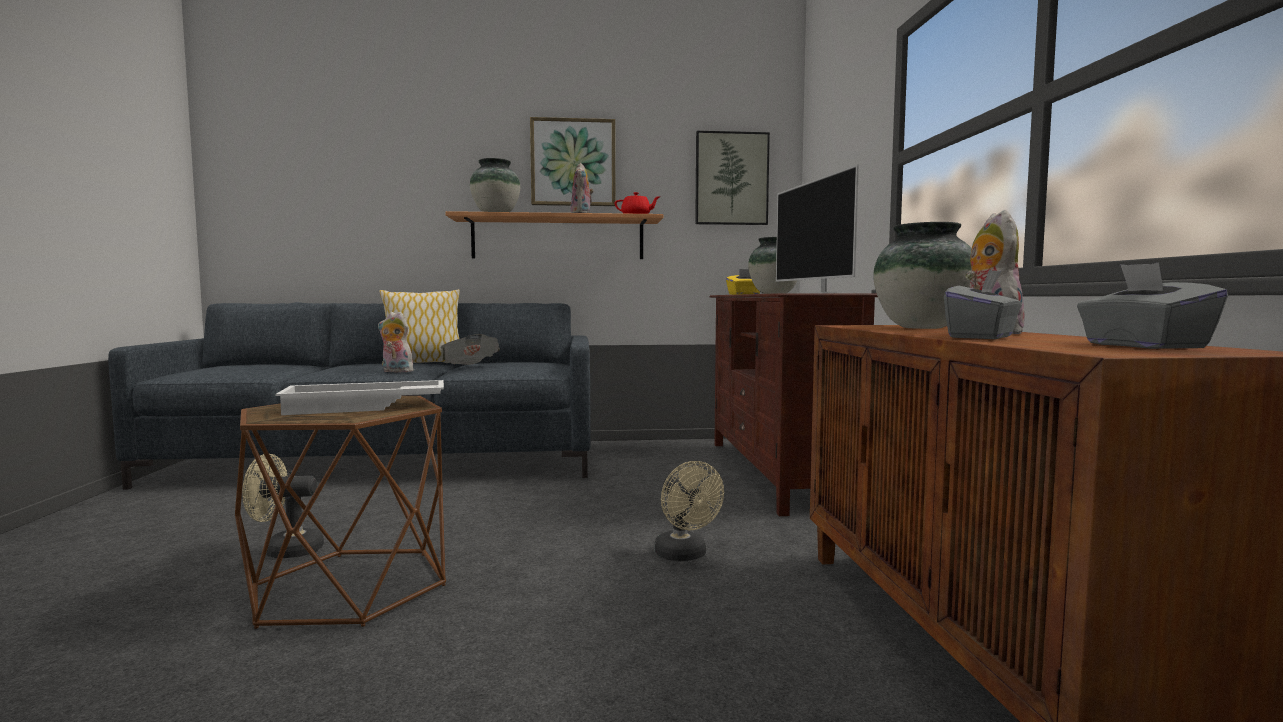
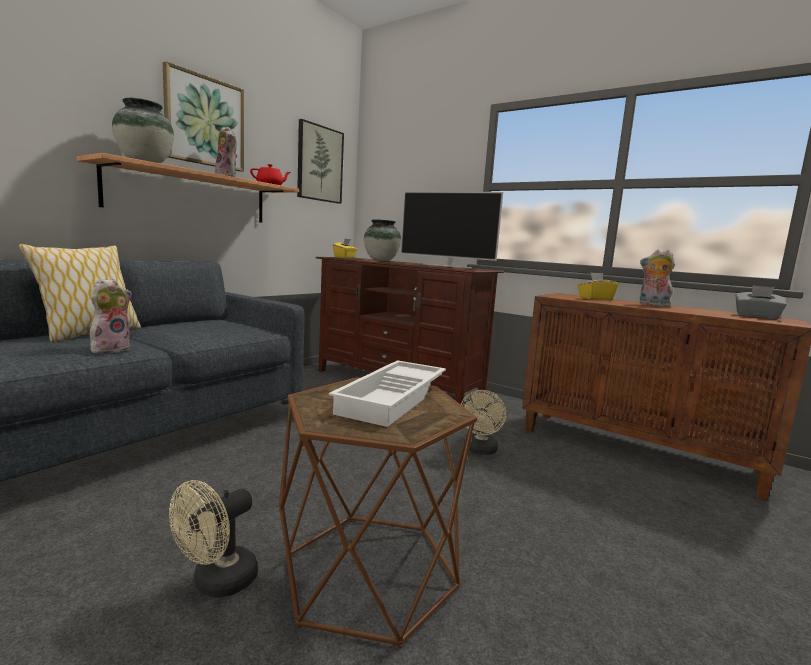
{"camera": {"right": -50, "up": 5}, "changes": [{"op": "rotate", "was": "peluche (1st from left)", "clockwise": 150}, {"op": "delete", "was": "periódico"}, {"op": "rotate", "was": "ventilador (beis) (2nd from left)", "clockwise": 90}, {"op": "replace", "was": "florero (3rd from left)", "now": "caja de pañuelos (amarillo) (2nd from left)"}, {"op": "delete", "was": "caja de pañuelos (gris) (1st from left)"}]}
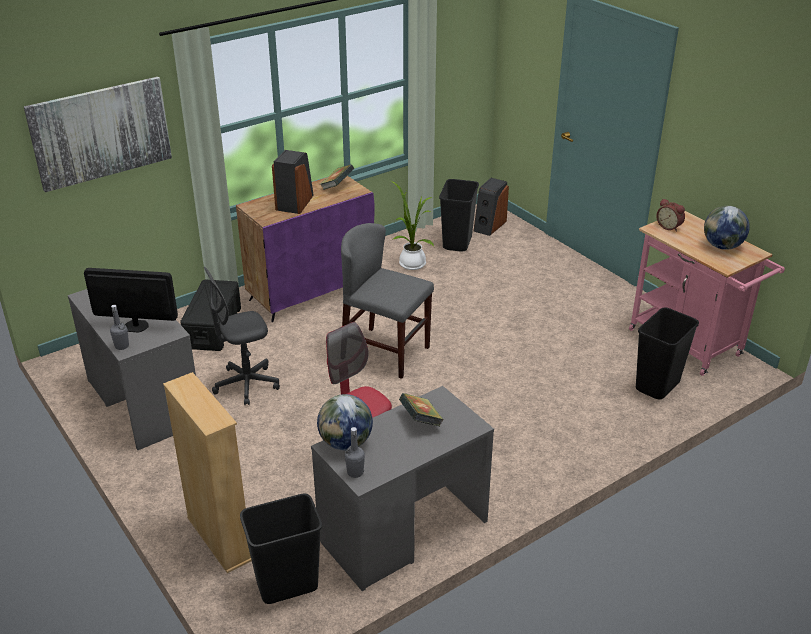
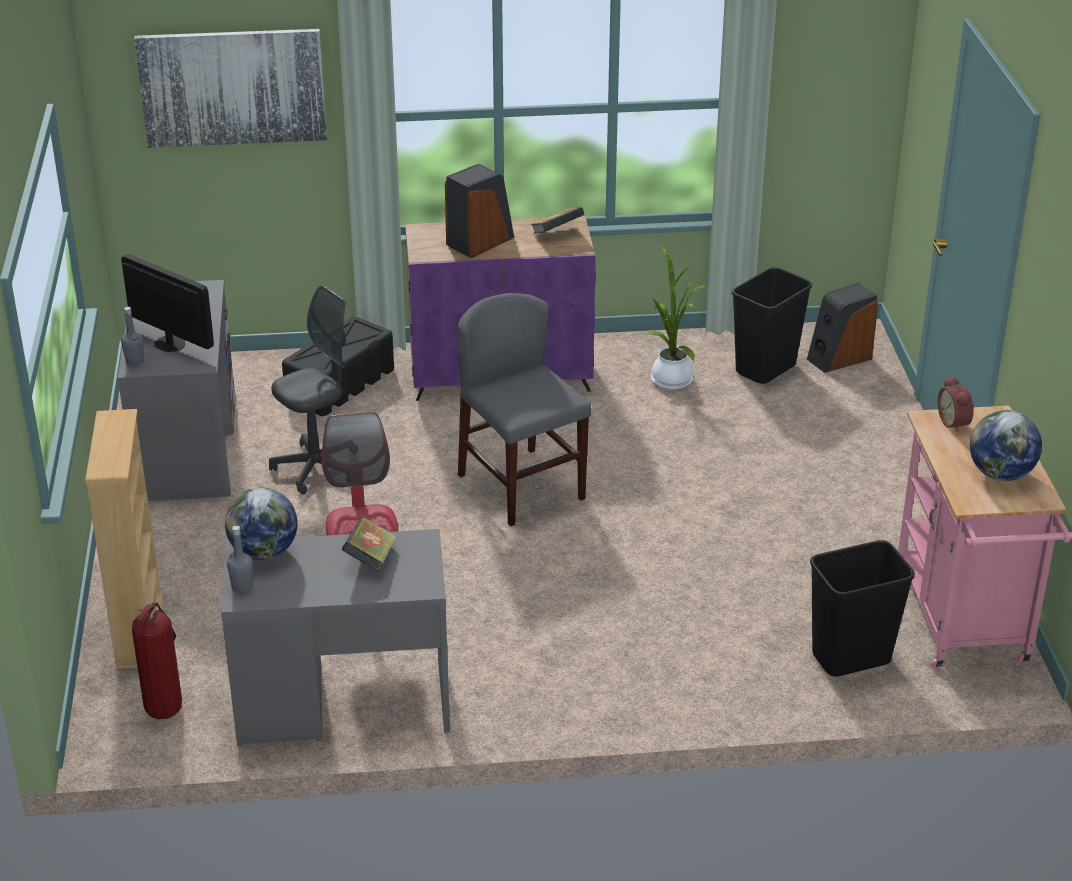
{"camera": {"right": 30, "up": 0}, "changes": [{"op": "rotate", "was": "silla de oficina (gris)", "clockwise": 135}, {"op": "replace", "was": "papelera (negro) (1st from left)", "now": "extintor"}]}
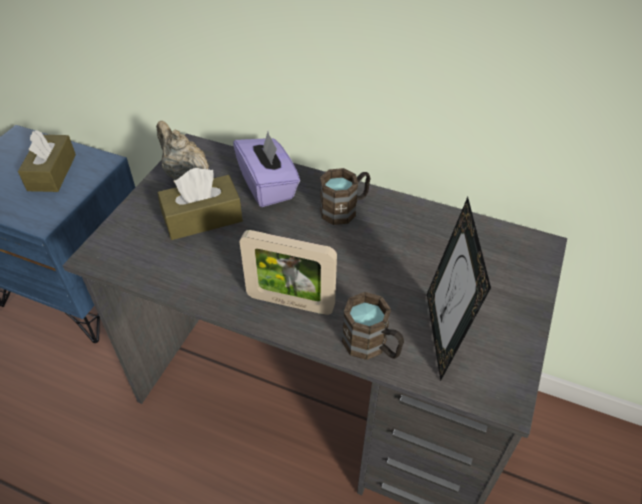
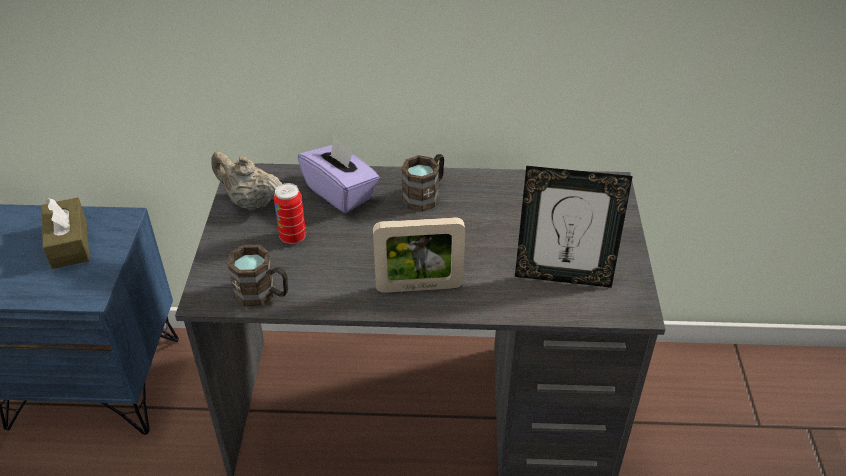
{"camera": {"right": -20, "up": -5}, "changes": [{"op": "replace", "was": "caja de pañuelos (marrón) (2nd from left)", "now": "lata"}, {"op": "move", "was": "taza grande (marrón) (2nd from left in the first image)", "now": "taza grande (marrón) (1st from left)"}, {"op": "rotate", "was": "portarretratos (2nd from left)", "clockwise": -60}]}
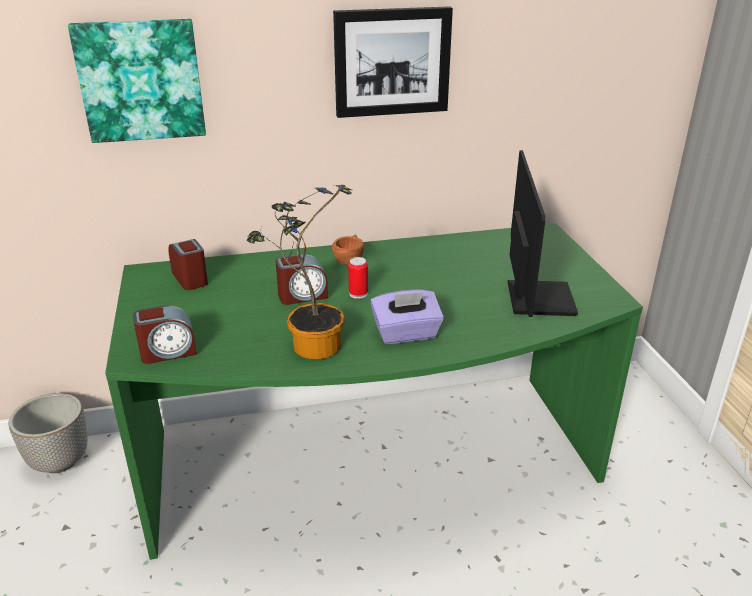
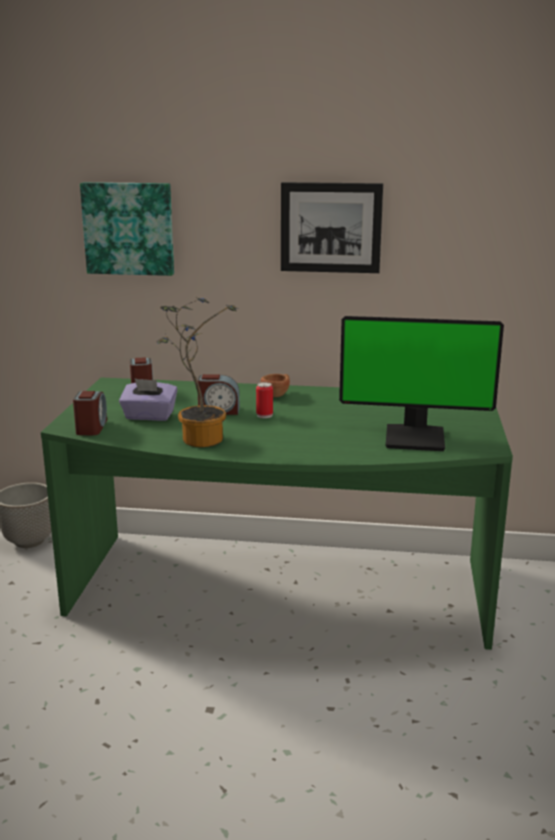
{"camera": {"right": 20, "up": -10}, "changes": [{"op": "rotate", "was": "despertador (1st from left)", "clockwise": -90}, {"op": "move", "was": "caja de pañuelos (morado)"}, {"op": "rotate", "was": "monitor", "clockwise": 75}]}
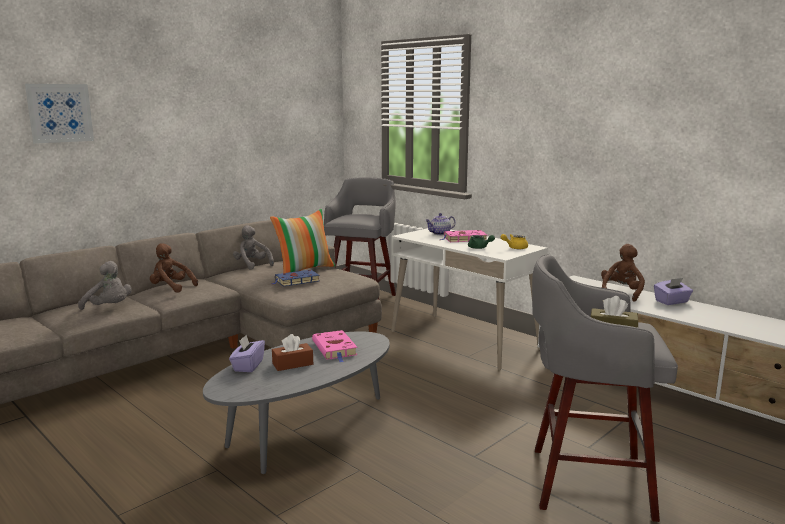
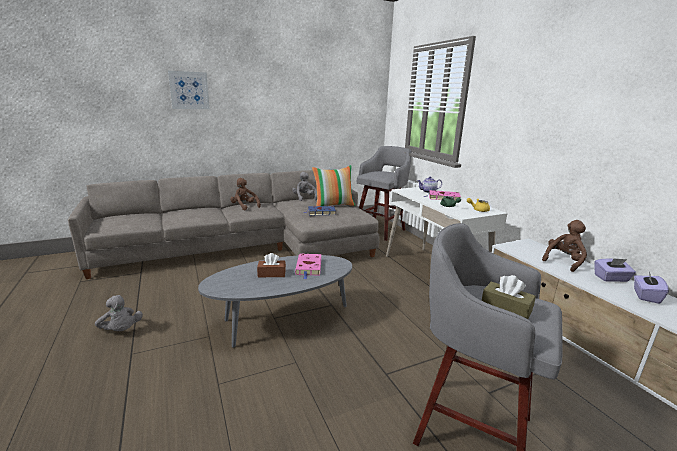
{"camera": {"right": 20, "up": 5}, "changes": [{"op": "move", "was": "peluche (gris) (1st from left)"}, {"op": "move", "was": "caja de pañuelos (morado) (1st from left in the first image)", "now": "caja de pañuelos (morado) (2nd from left)"}]}
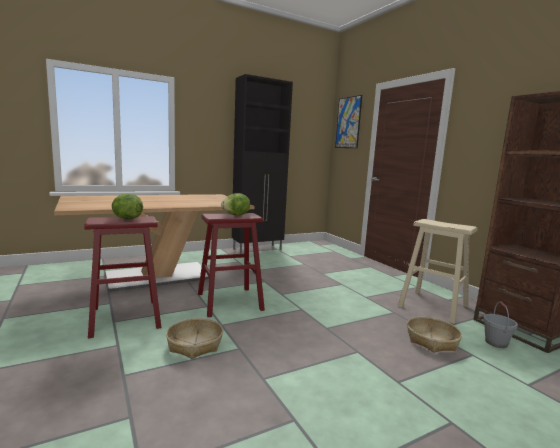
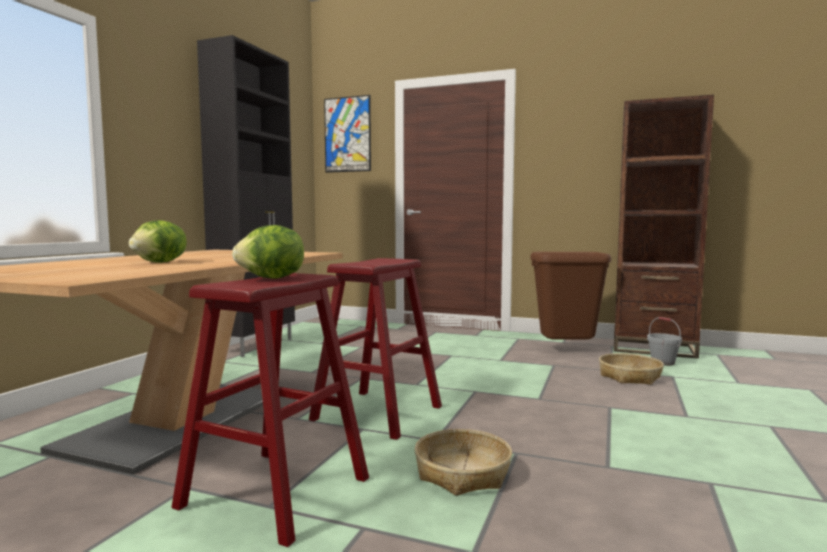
{"camera": {"right": -40, "up": -5}, "changes": [{"op": "move", "was": "lechuga (2nd from left in the first image)", "now": "lechuga (1st from left)"}, {"op": "replace", "was": "taburete (beis)", "now": "papelera (marrón)"}]}
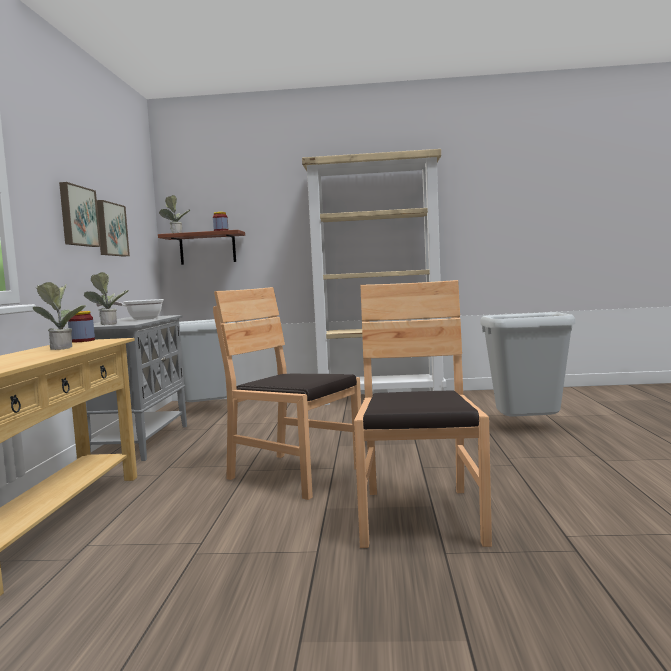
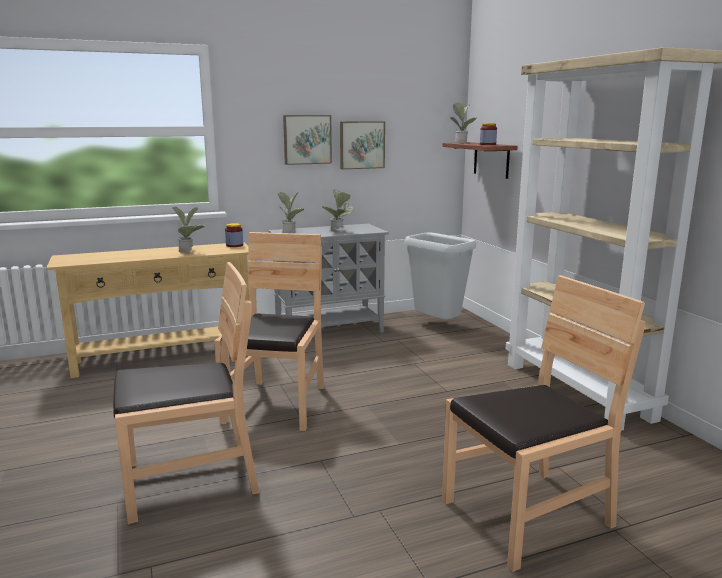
{"camera": {"right": 65, "up": 10}, "changes": [{"op": "replace", "was": "sartén", "now": "planta en maceta (3rd from left)"}, {"op": "replace", "was": "papelera (gris) (2nd from left)", "now": "silla (marrón) (3rd from left)"}]}
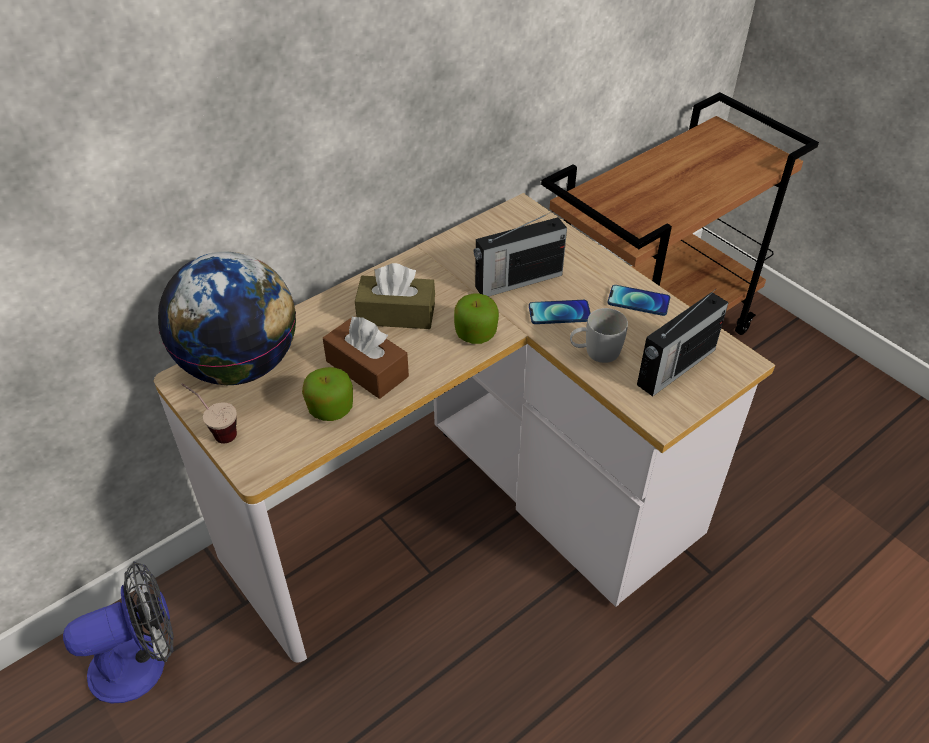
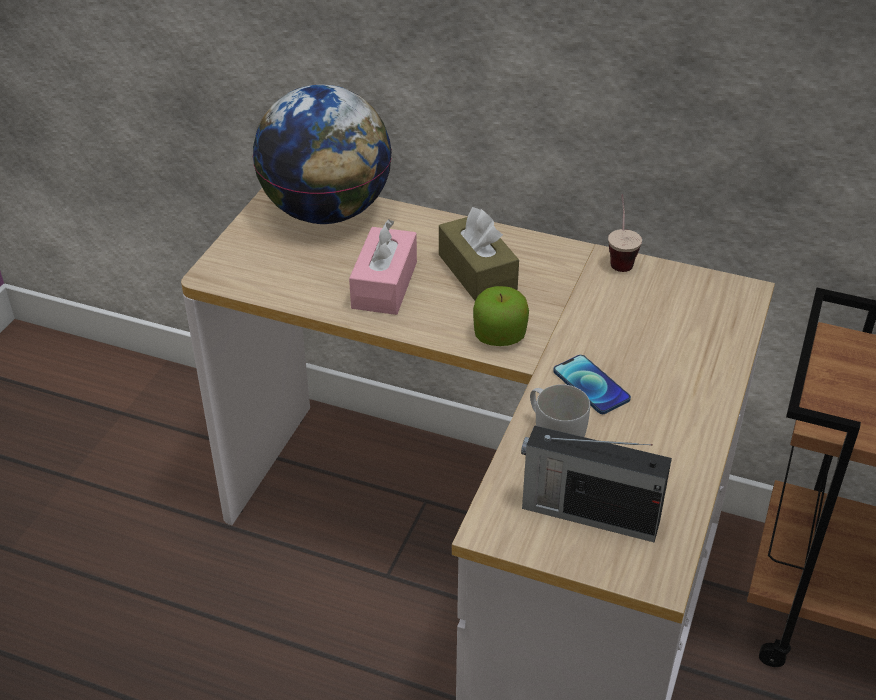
{"camera": {"right": 60, "up": -5}, "changes": [{"op": "delete", "was": "ventilador"}, {"op": "move", "was": "taza"}, {"op": "delete", "was": "manzana (1st from left)"}, {"op": "recolor", "was": "caja de pañuelos (marrón) (1st from left)", "now": "caja de pañuelos (rosa)"}, {"op": "delete", "was": "radio (1st from left)"}, {"op": "delete", "was": "móvil (2nd from left)"}]}
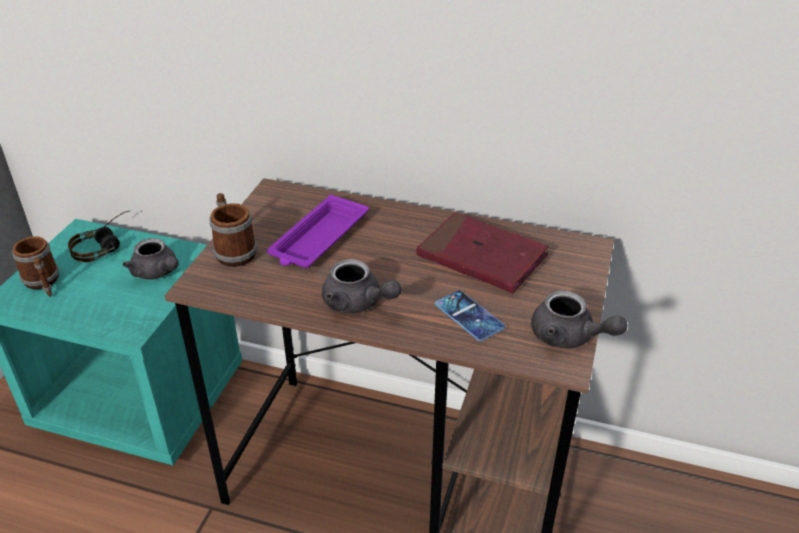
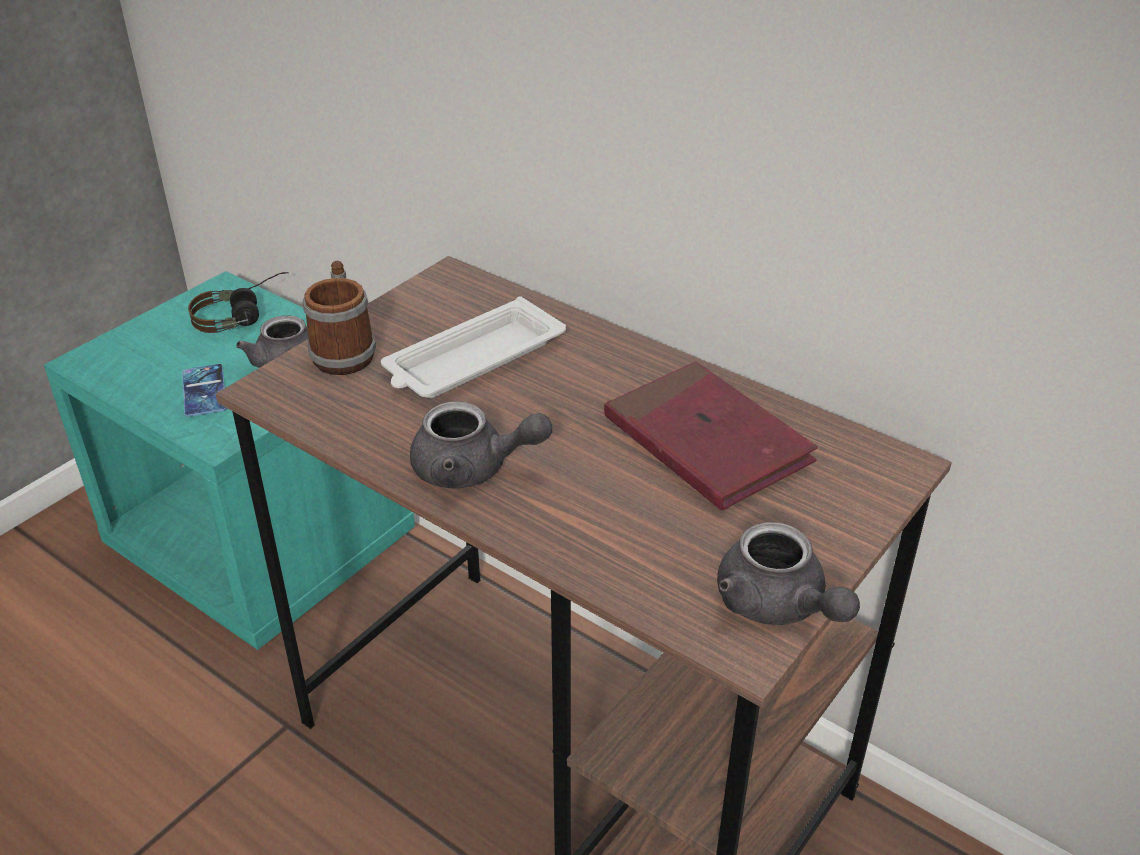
{"camera": {"right": 20, "up": 0}, "changes": [{"op": "delete", "was": "taza grande (1st from left)"}, {"op": "recolor", "was": "bandeja (morado)", "now": "bandeja (blanco)"}, {"op": "rotate", "was": "tetera (gris) (2nd from left)", "clockwise": -45}, {"op": "move", "was": "móvil"}]}
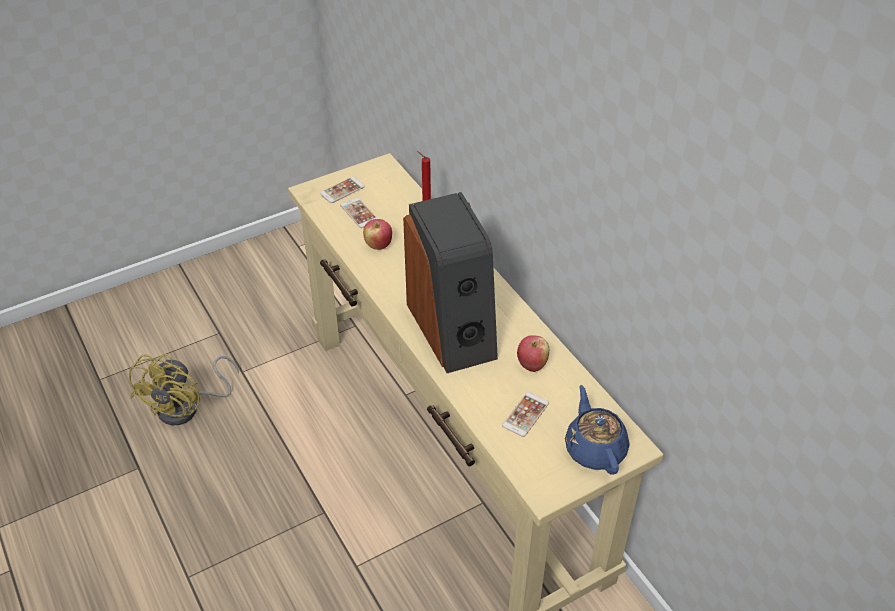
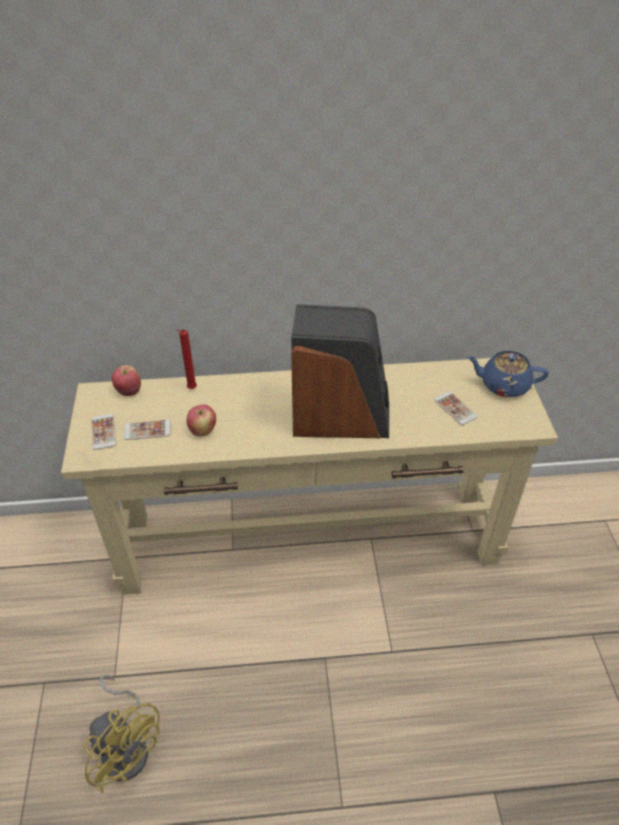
{"camera": {"right": -65, "up": 0}, "changes": [{"op": "move", "was": "manzana (2nd from left in the first image)", "now": "manzana (1st from left)"}]}
